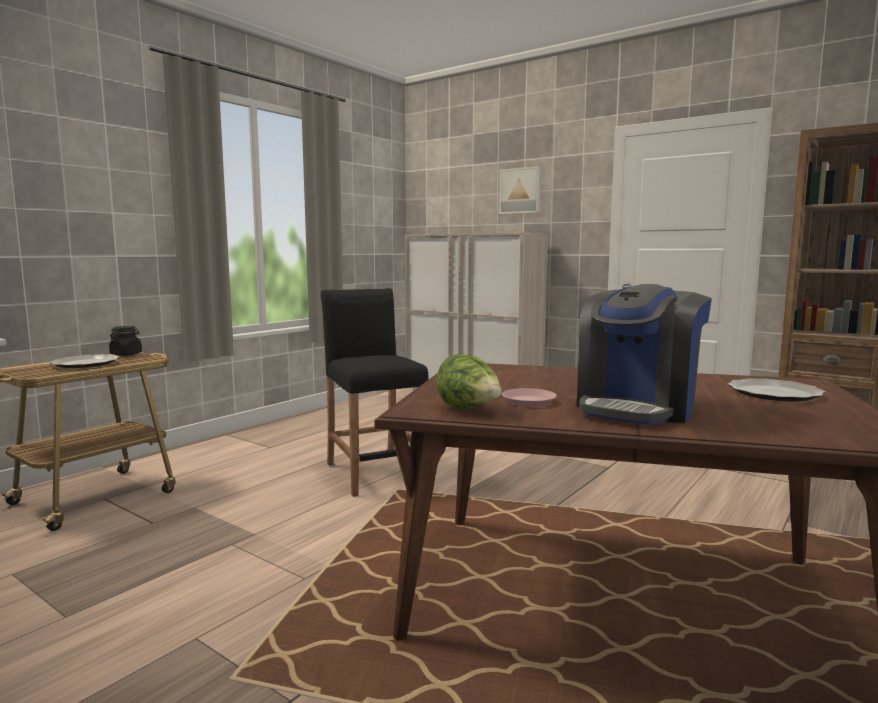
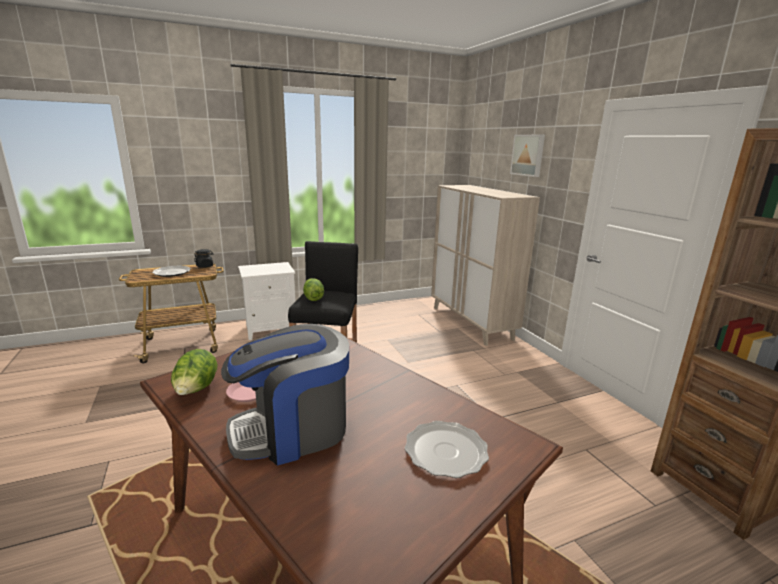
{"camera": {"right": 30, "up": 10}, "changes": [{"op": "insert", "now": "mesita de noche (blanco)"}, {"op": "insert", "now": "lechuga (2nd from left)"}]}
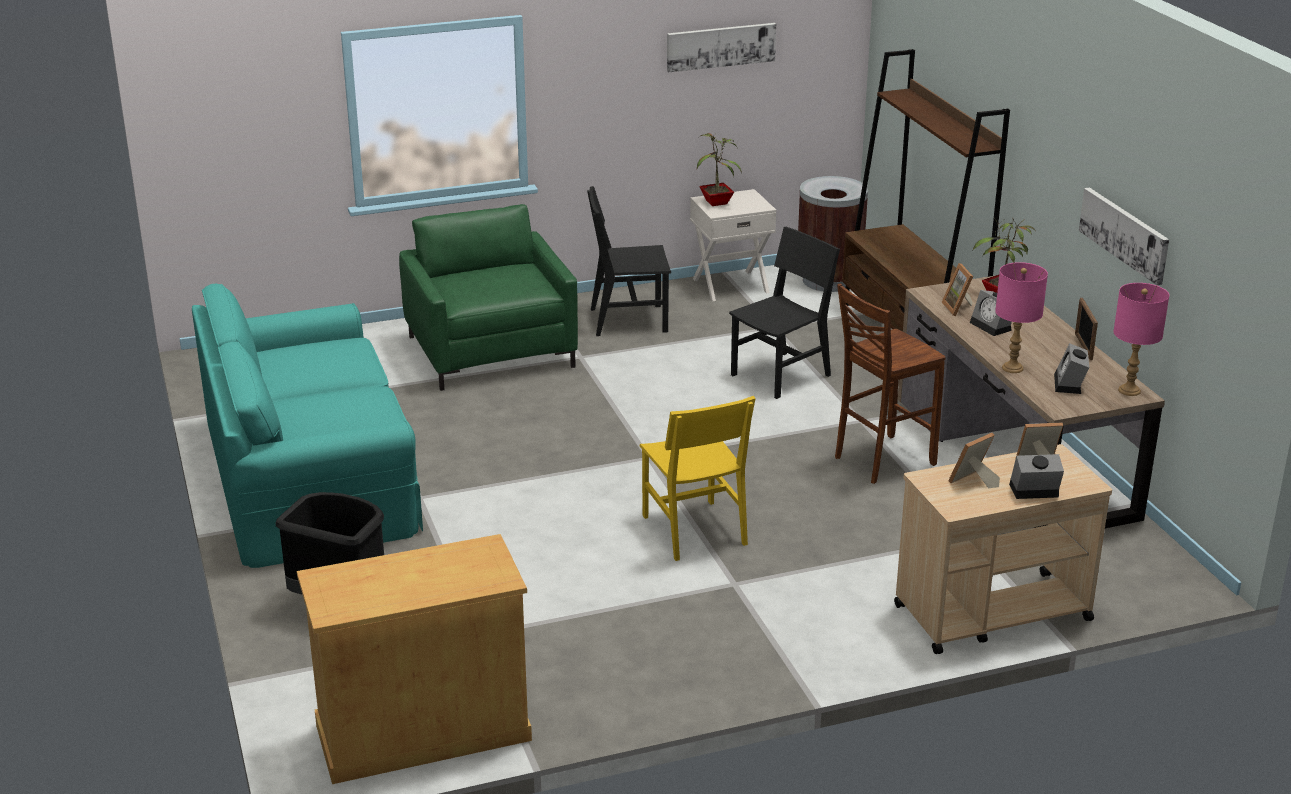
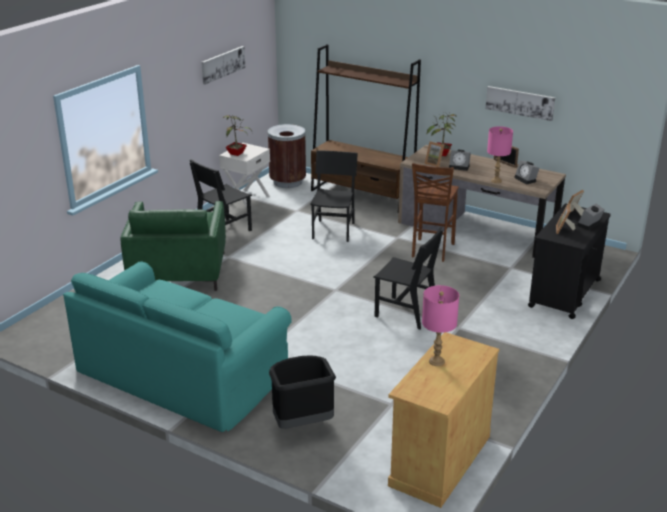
{"camera": {"right": -40, "up": 0}, "changes": [{"op": "rotate", "was": "sillón (verde)", "clockwise": -120}, {"op": "recolor", "was": "silla (amarillo)", "now": "silla (negro) (3rd from left)"}, {"op": "recolor", "was": "carrito (beis)", "now": "carrito (negro)"}, {"op": "move", "was": "lámpara de mesa (rosa) (2nd from left in the first image)", "now": "lámpara de mesa (rosa) (1st from left)"}]}
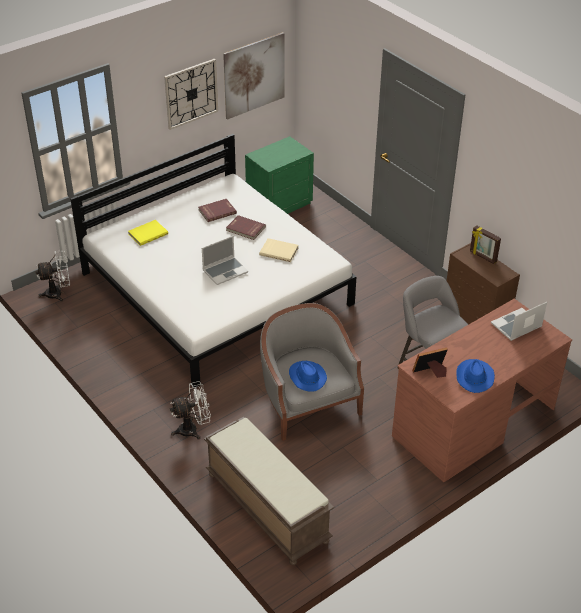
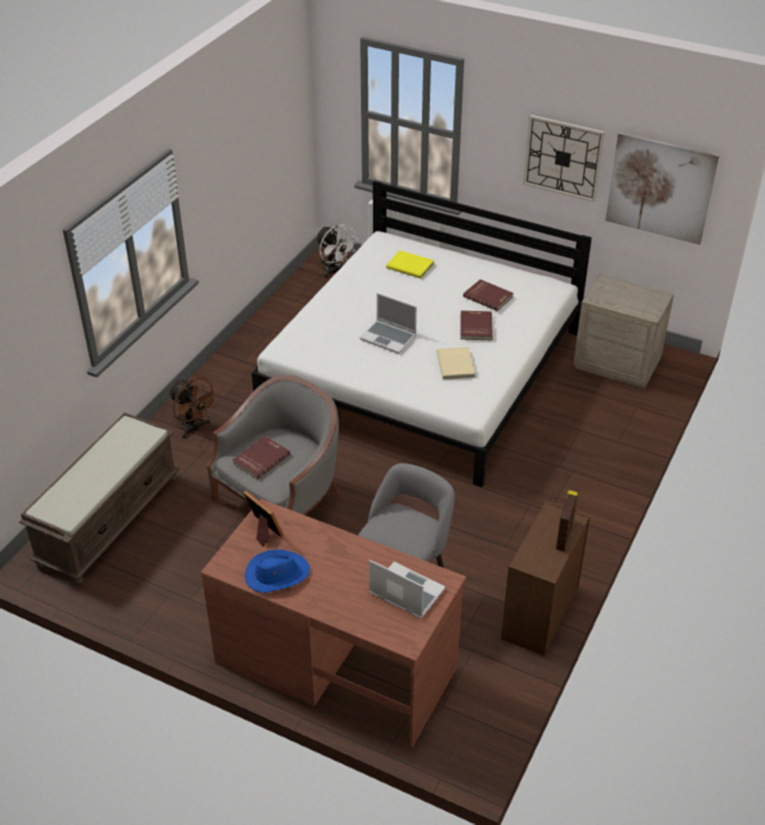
{"camera": {"right": 65, "up": 0}, "changes": [{"op": "recolor", "was": "ventilador (blanco) (2nd from left)", "now": "ventilador (marrón)"}, {"op": "recolor", "was": "mesita de noche (verde)", "now": "mesita de noche (beis)"}, {"op": "replace", "was": "sombrero (azul) (1st from left)", "now": "libro (rojo) (1st from left)"}]}
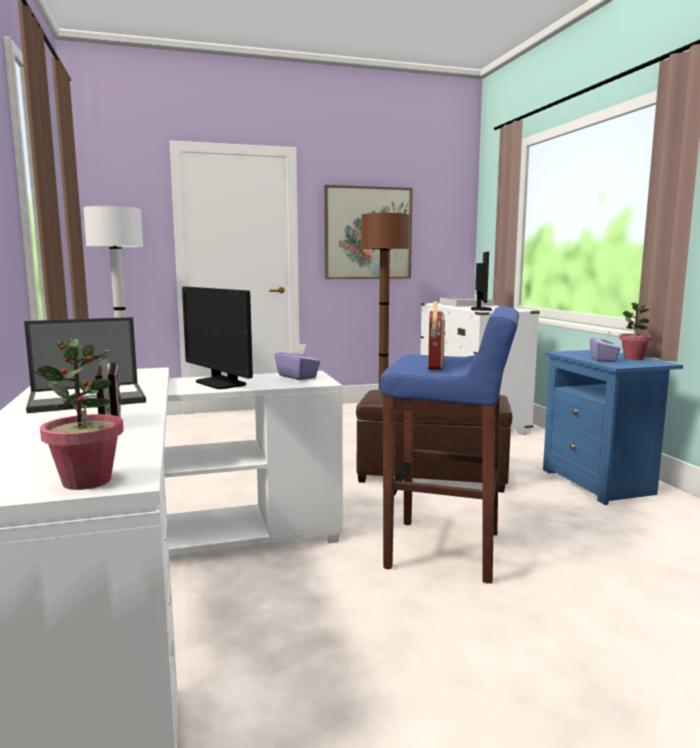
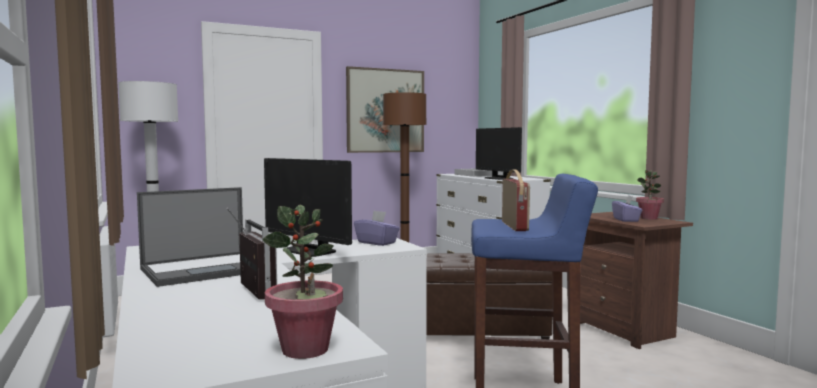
{"camera": {"right": -10, "up": -5}, "changes": [{"op": "rotate", "was": "monitor (2nd from left)", "clockwise": 150}, {"op": "recolor", "was": "mesita de noche (azul)", "now": "mesita de noche (marrón)"}]}
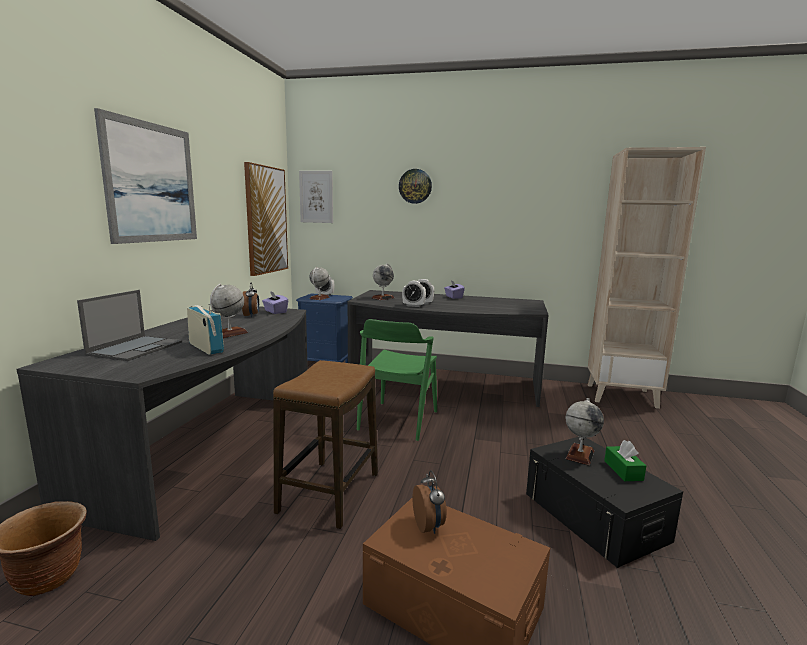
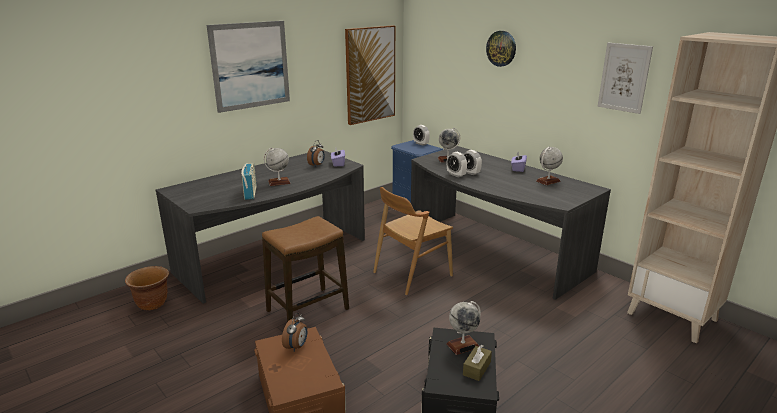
{"camera": {"right": 35, "up": 10}, "changes": [{"op": "delete", "was": "portátil"}, {"op": "move", "was": "cuadro (3rd from left)"}, {"op": "move", "was": "globo terráqueo (2nd from left in the first image)", "now": "globo terráqueo (4th from left)"}, {"op": "recolor", "was": "silla (verde)", "now": "silla (marrón)"}, {"op": "recolor", "was": "caja de pañuelos (verde)", "now": "caja de pañuelos (marrón)"}]}
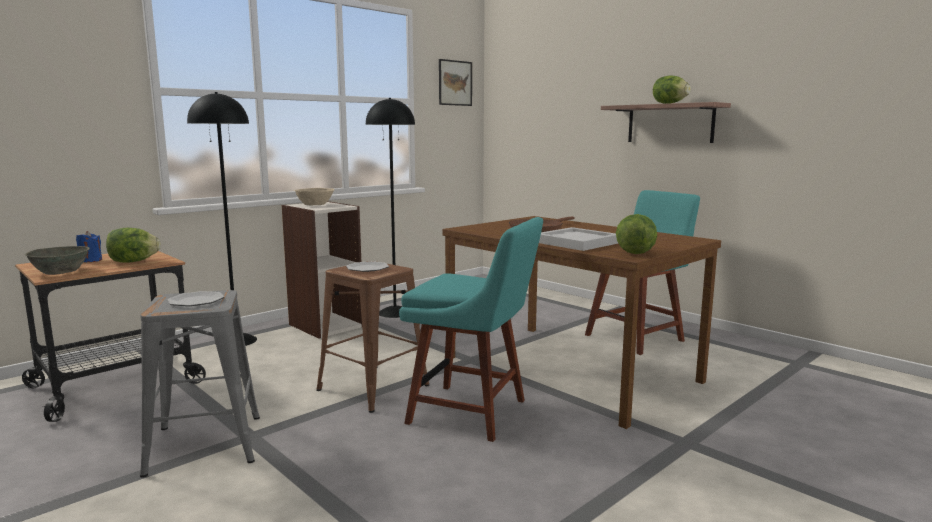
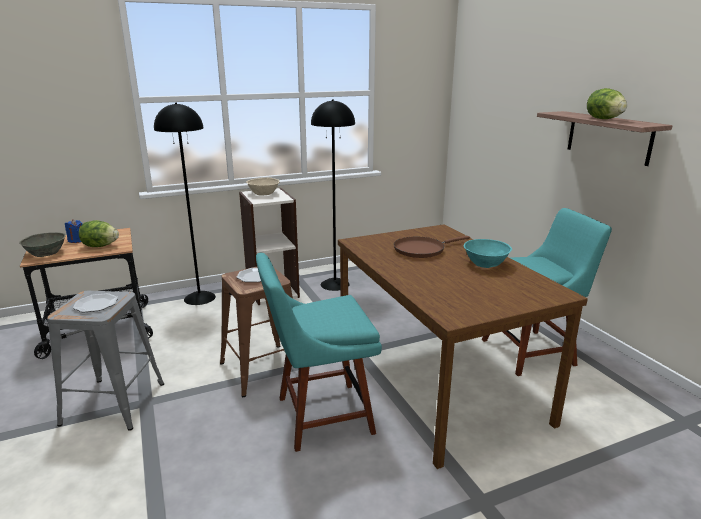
{"camera": {"right": 20, "up": 10}, "changes": [{"op": "rotate", "was": "silla (turquesa) (1st from left)", "clockwise": 120}, {"op": "delete", "was": "cuadro"}, {"op": "delete", "was": "bandeja (blanco)"}, {"op": "delete", "was": "lechuga (2nd from left)"}, {"op": "insert", "now": "cuenco (turquesa)"}]}
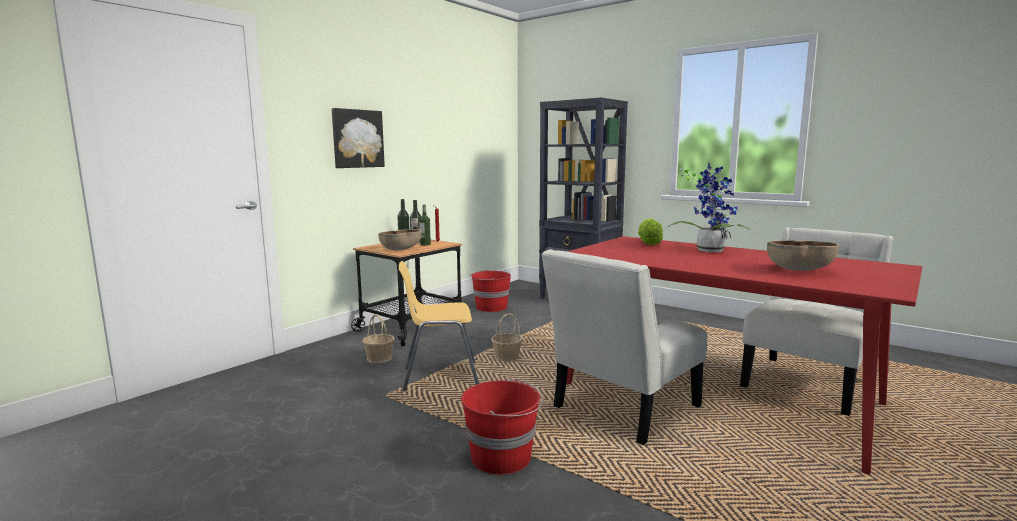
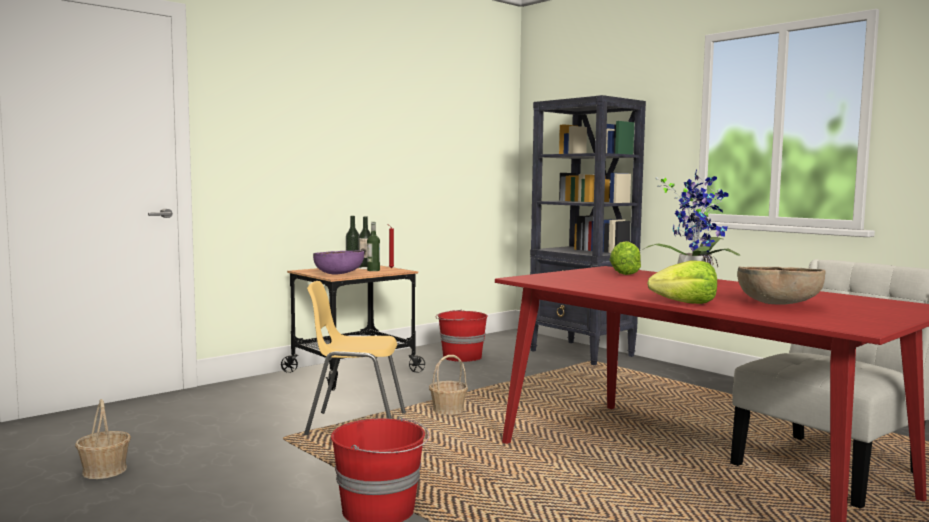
{"camera": {"right": 10, "up": -5}, "changes": [{"op": "delete", "was": "cuadro"}, {"op": "move", "was": "cesta (1st from left)"}, {"op": "recolor", "was": "cuenco (marrón) (1st from left)", "now": "cuenco (morado)"}, {"op": "delete", "was": "silla (blanco) (1st from left)"}, {"op": "insert", "now": "lechuga (2nd from left)"}]}
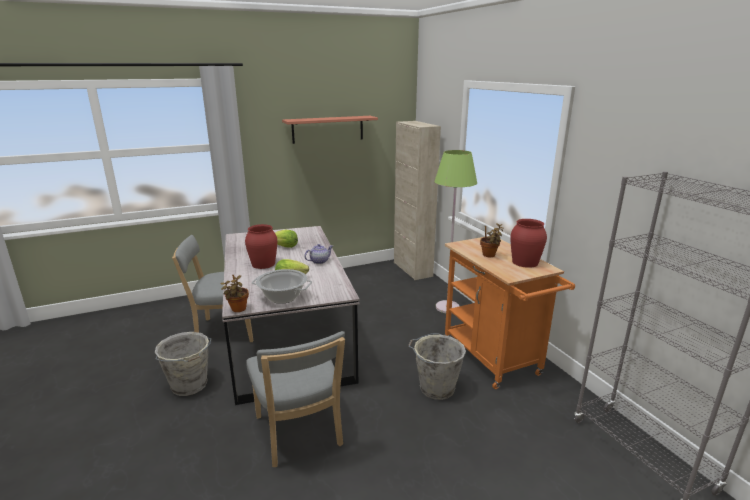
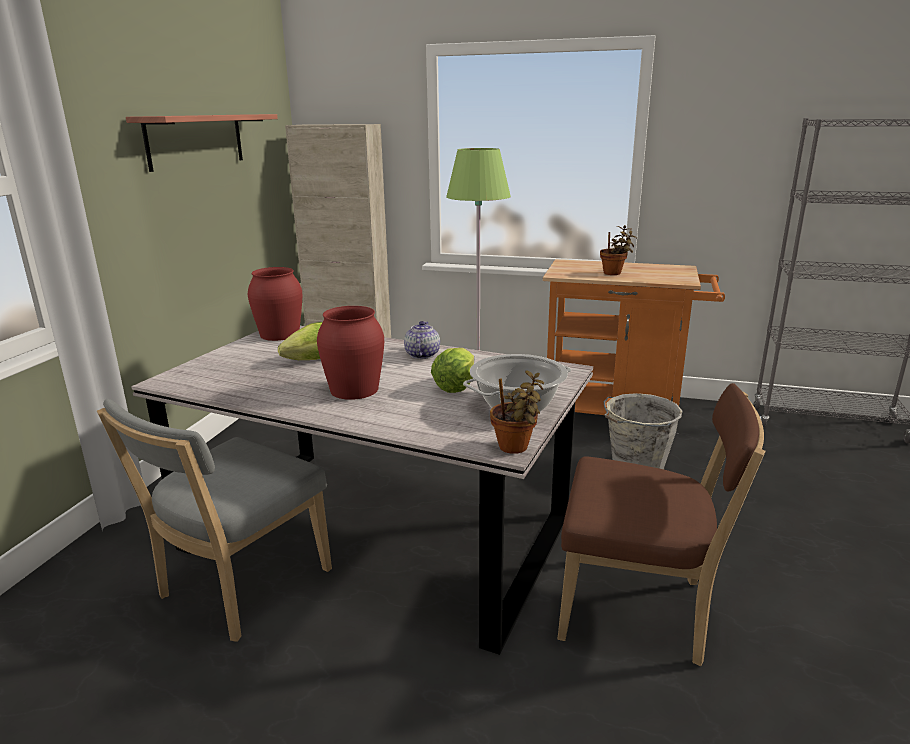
{"camera": {"right": -50, "up": 0}, "changes": [{"op": "delete", "was": "cubo (gris) (1st from left)"}, {"op": "recolor", "was": "silla (gris) (2nd from left)", "now": "silla (marrón)"}, {"op": "move", "was": "florero (rojo) (2nd from left in the first image)", "now": "florero (rojo) (1st from left)"}]}
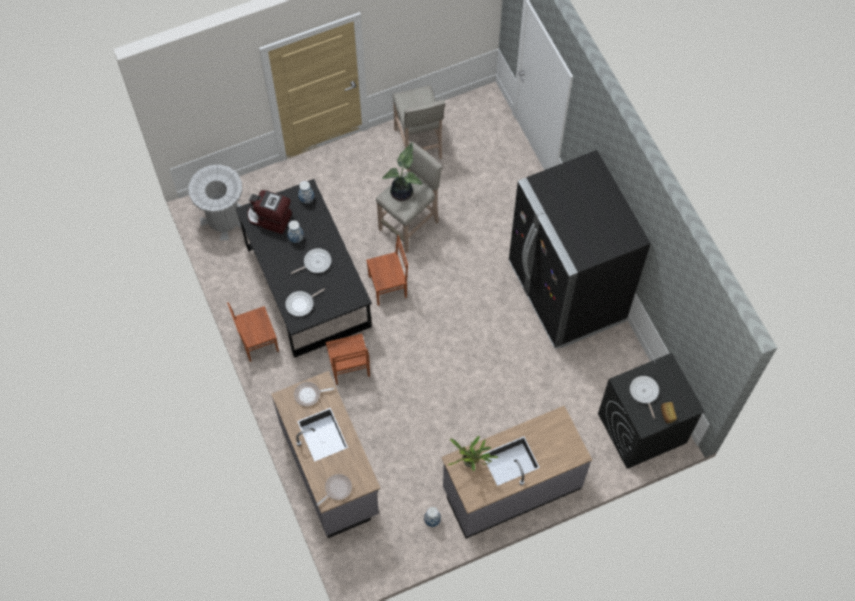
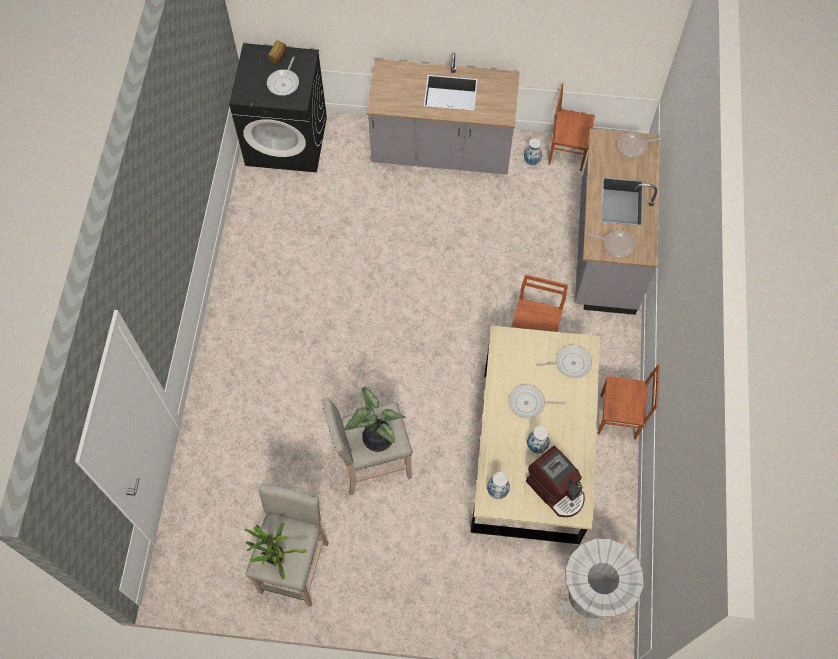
{"camera": {"right": -150, "up": 0}, "changes": [{"op": "recolor", "was": "mesa de comedor (negro)", "now": "mesa de comedor (beis)"}, {"op": "move", "was": "silla (marrón) (3rd from left in the first image)", "now": "silla (marrón) (2nd from left)"}, {"op": "move", "was": "planta en maceta (2nd from left in the first image)", "now": "planta en maceta (1st from left)"}, {"op": "delete", "was": "nevera (negro)"}]}
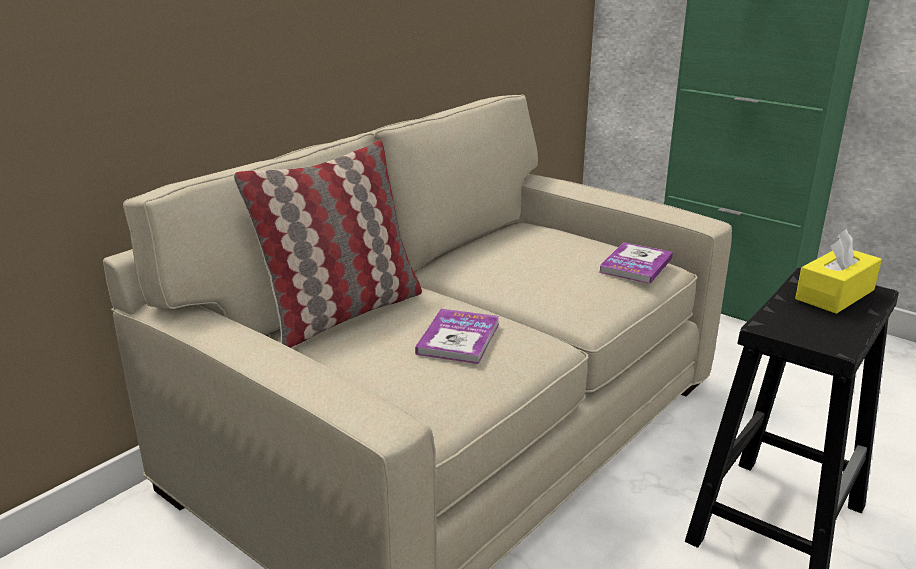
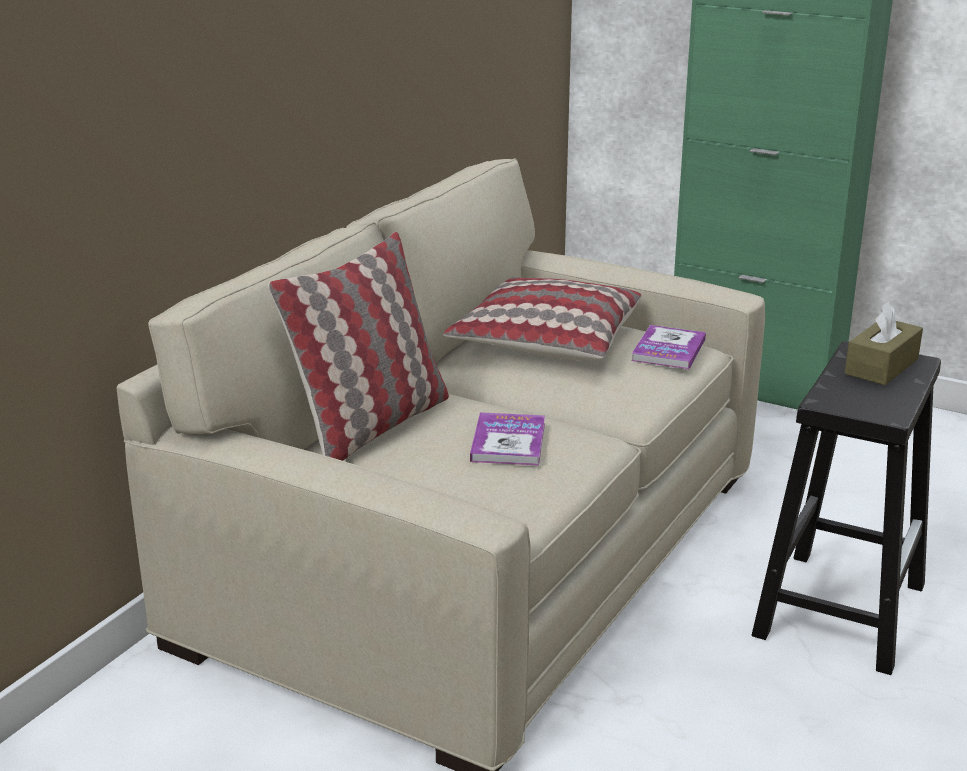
{"camera": {"right": -10, "up": 0}, "changes": [{"op": "recolor", "was": "caja de pañuelos (amarillo)", "now": "caja de pañuelos (marrón)"}, {"op": "insert", "now": "cojín (2nd from left)"}]}
